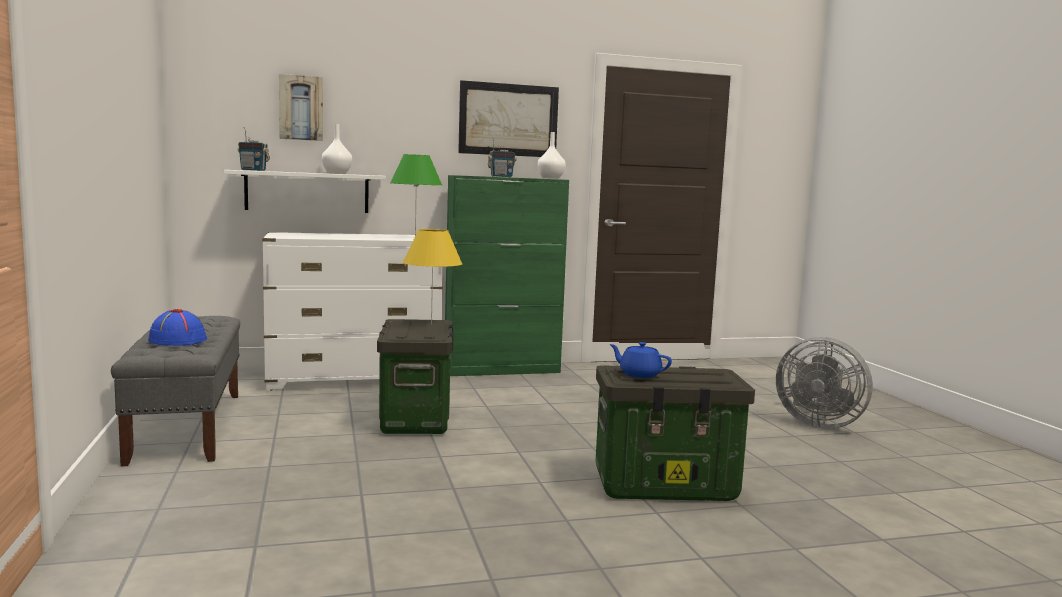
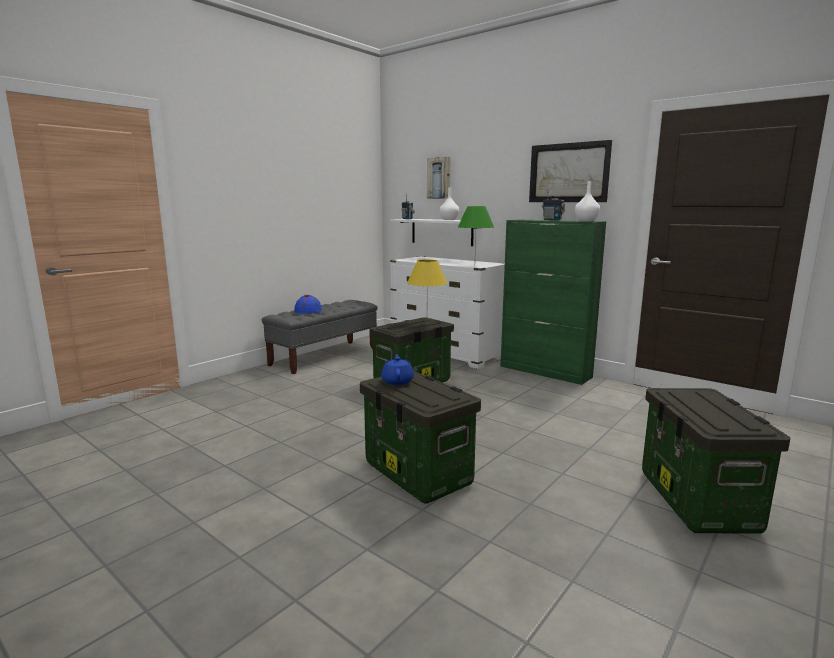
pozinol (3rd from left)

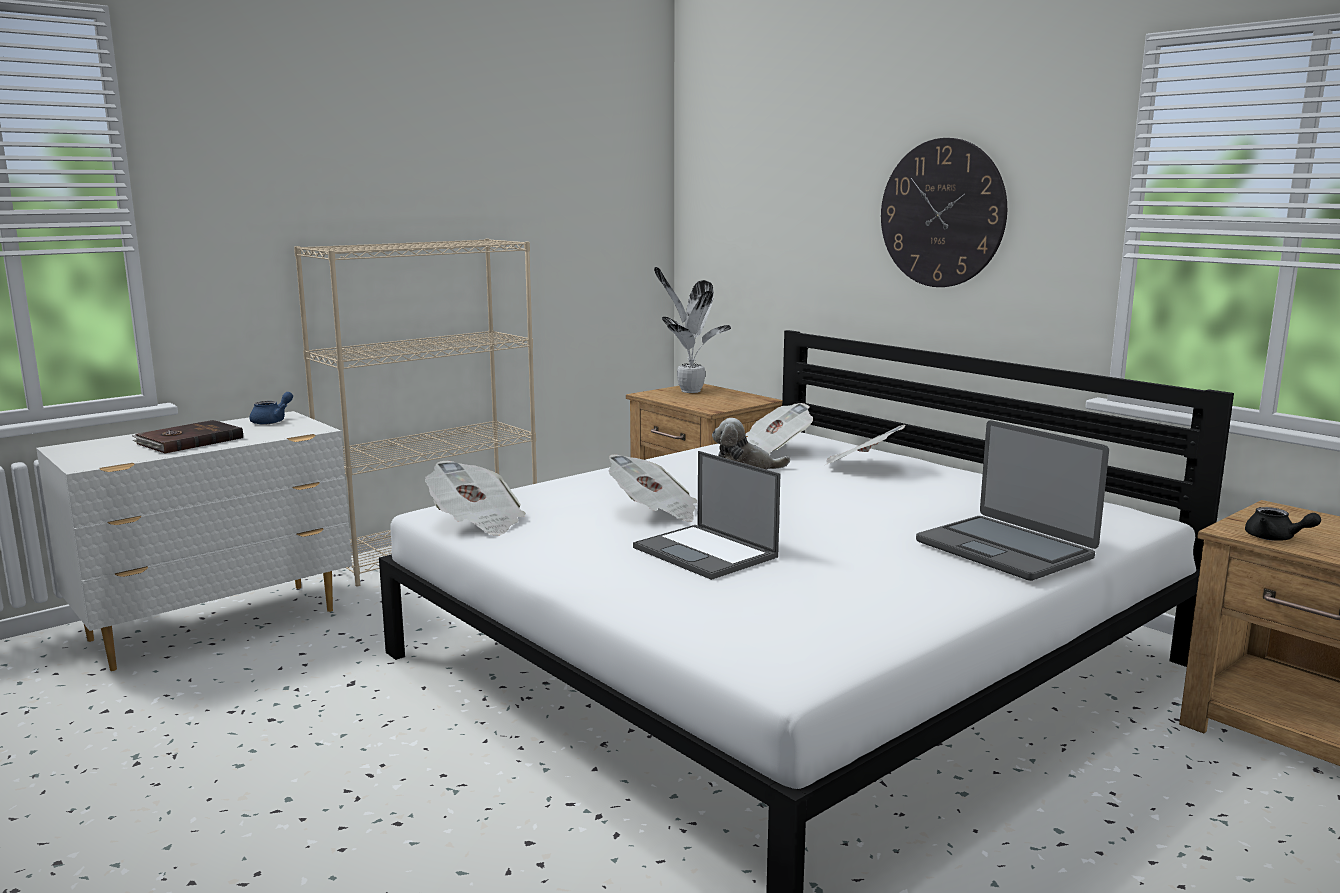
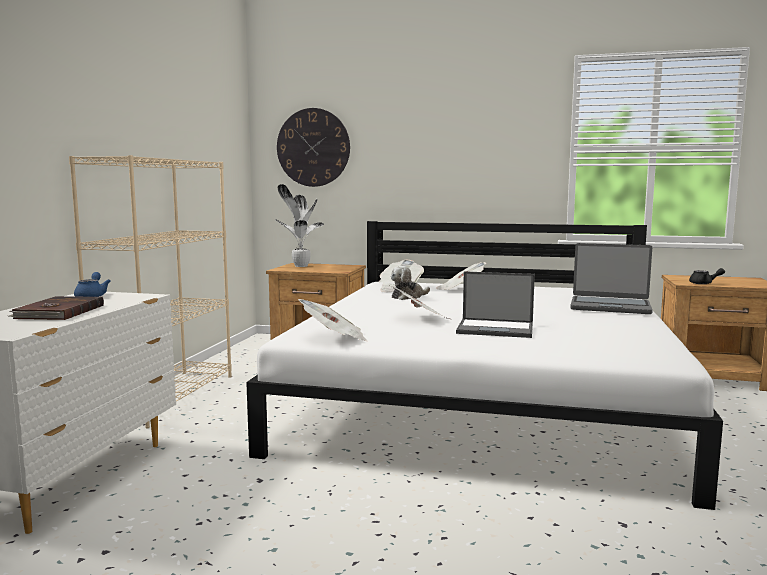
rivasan

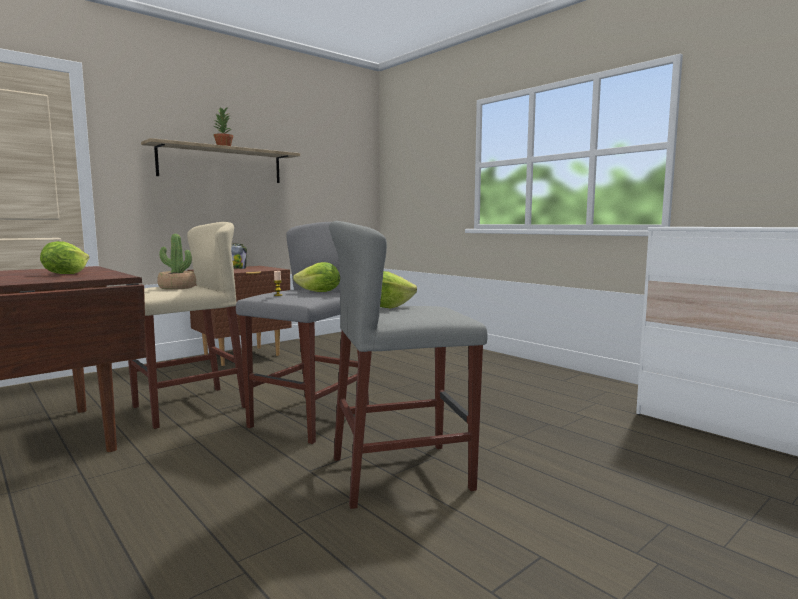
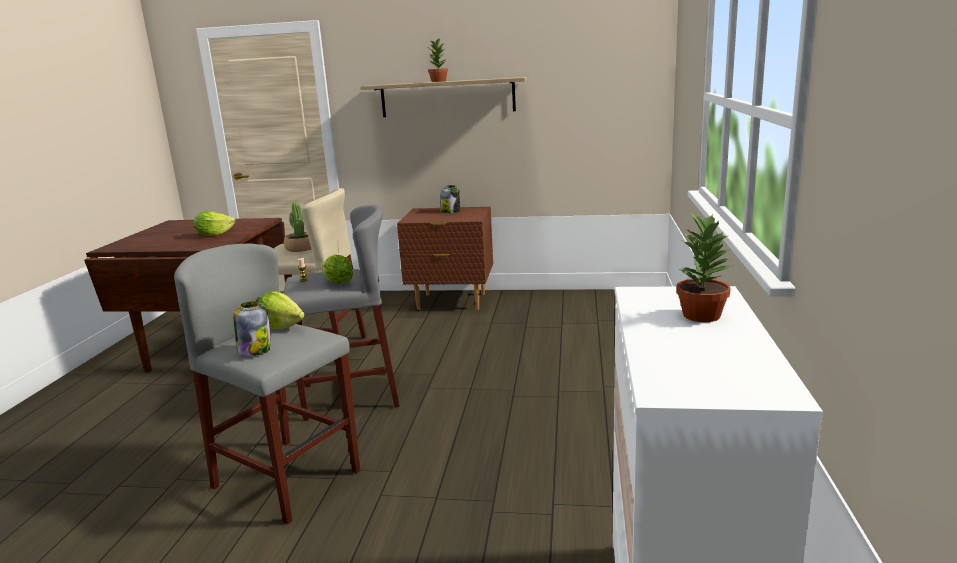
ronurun (3rd from left)
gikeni (1st from left)

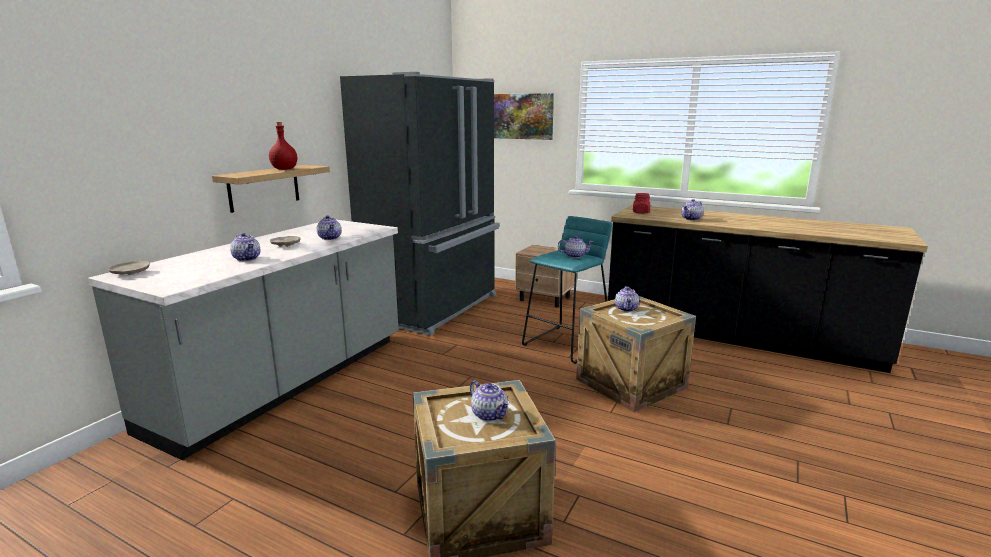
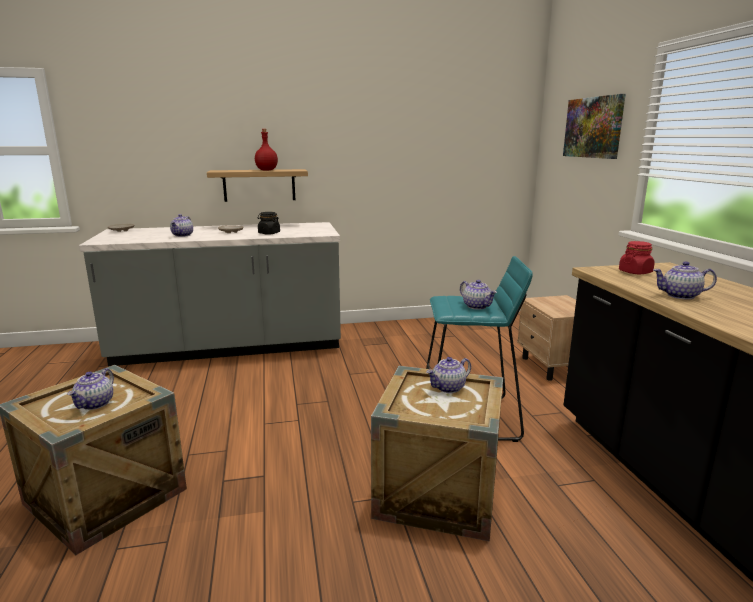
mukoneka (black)
gikeni (black)

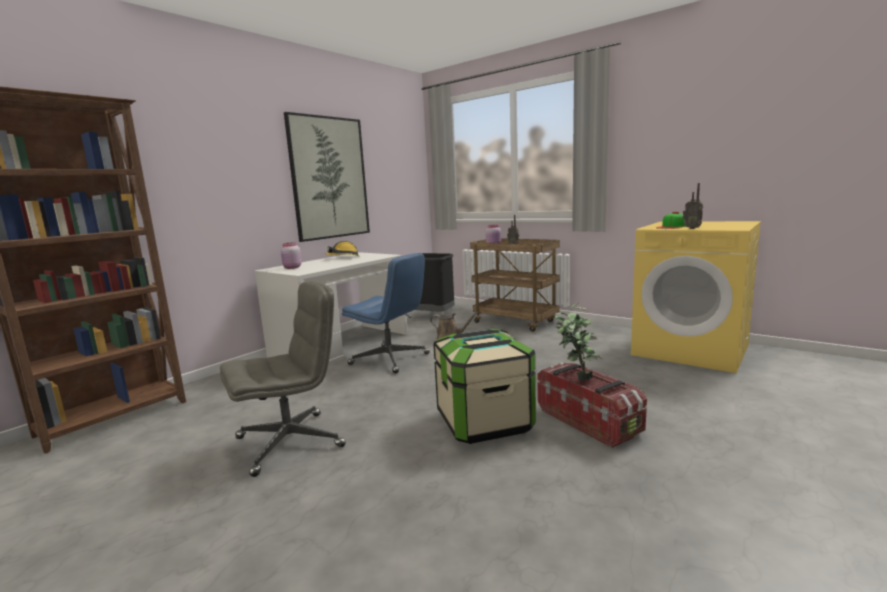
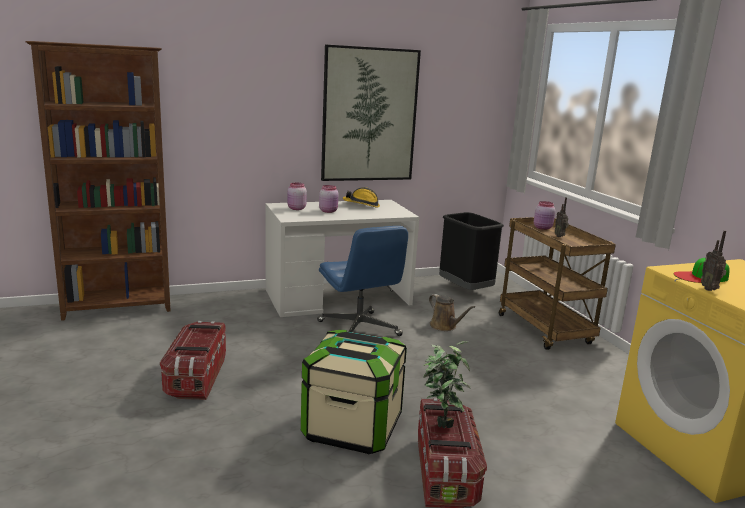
pozinol (1st from left)
gikeni (pink) (2nd from left)

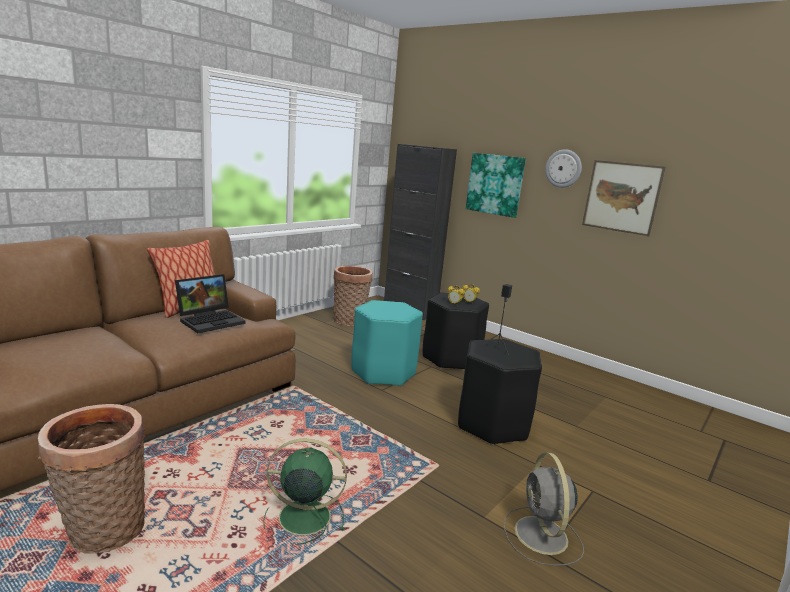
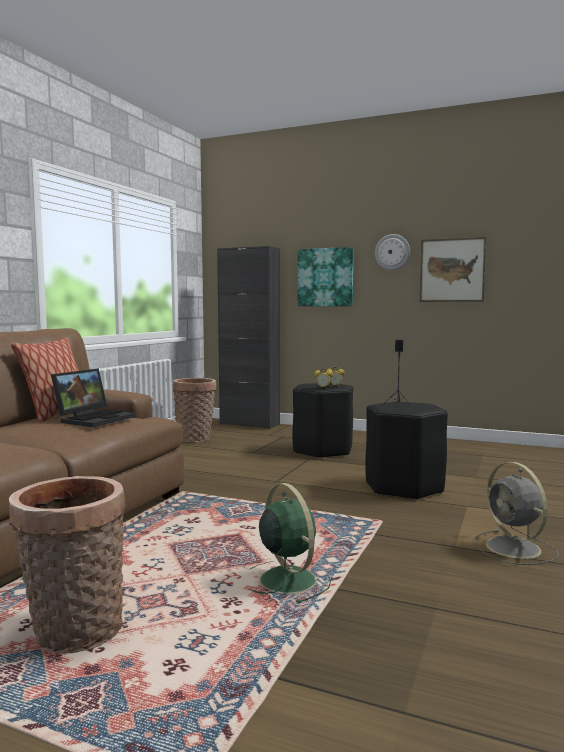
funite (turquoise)
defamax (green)

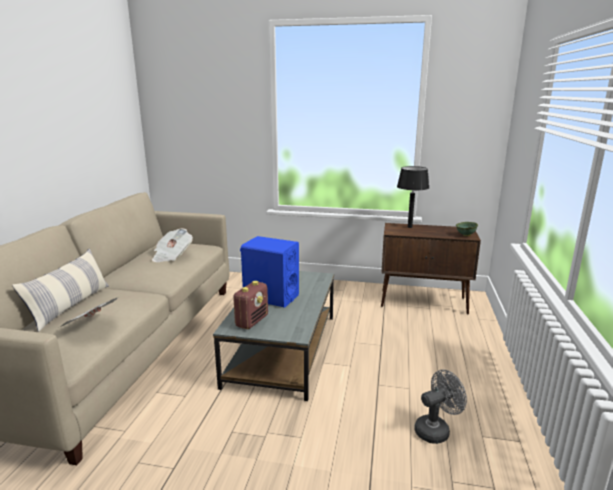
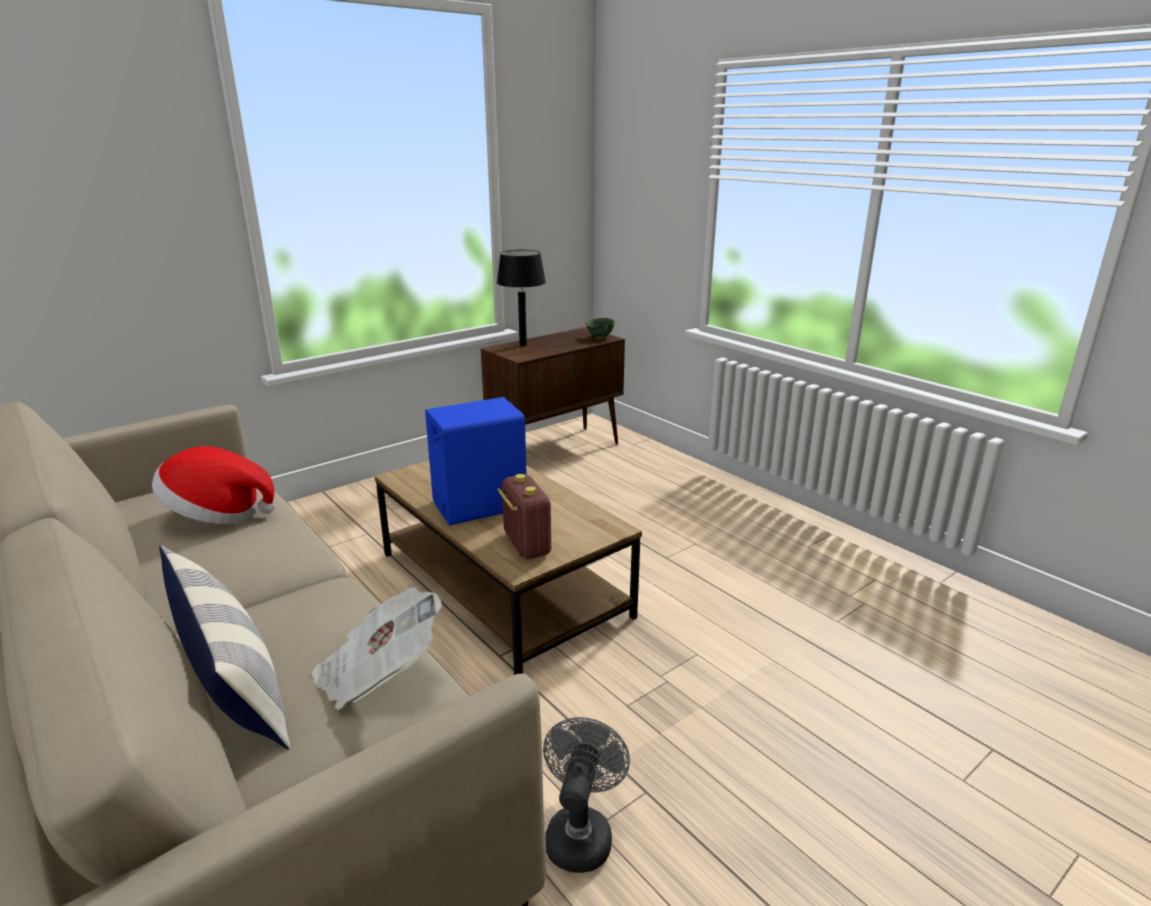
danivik
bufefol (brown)
defamax (grey)

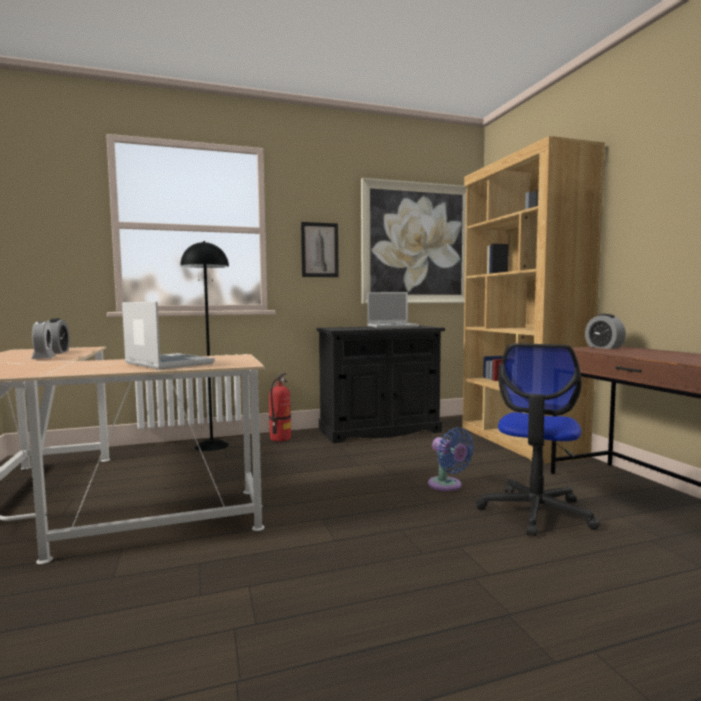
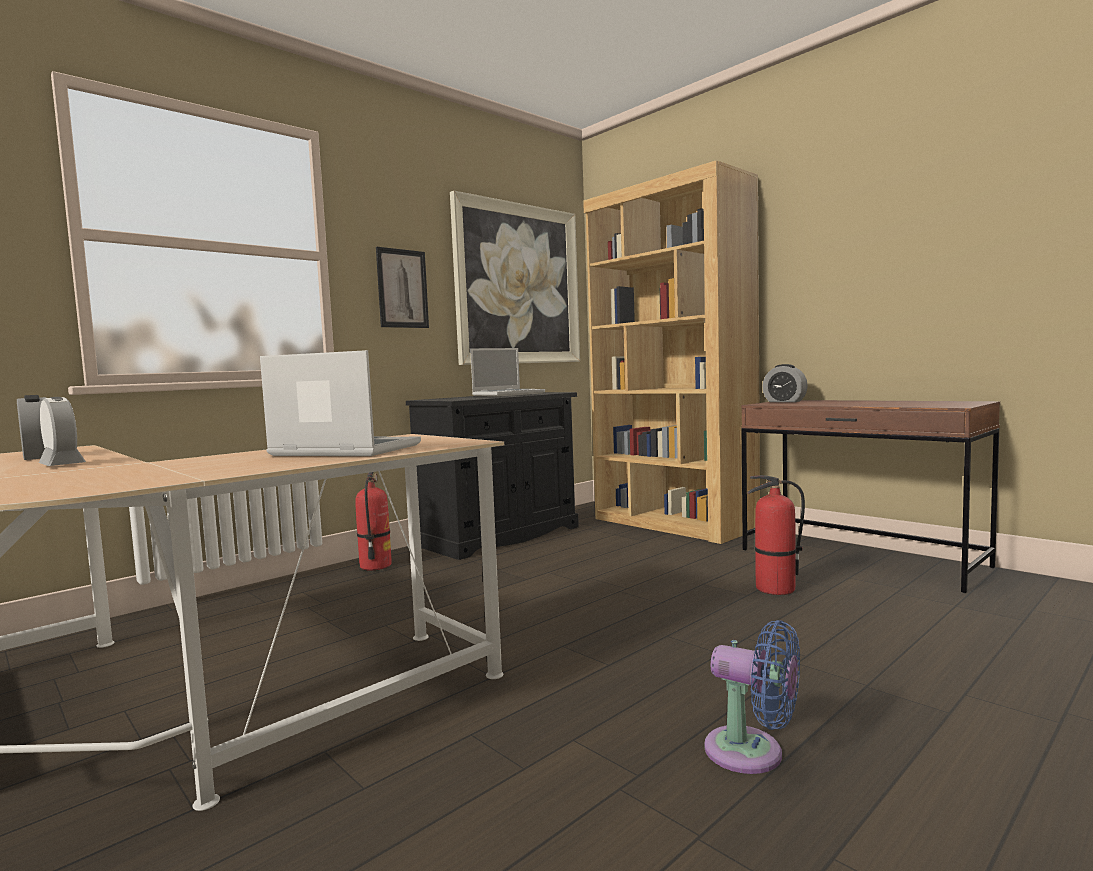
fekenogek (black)
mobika (2nd from left)
defamax (blue)

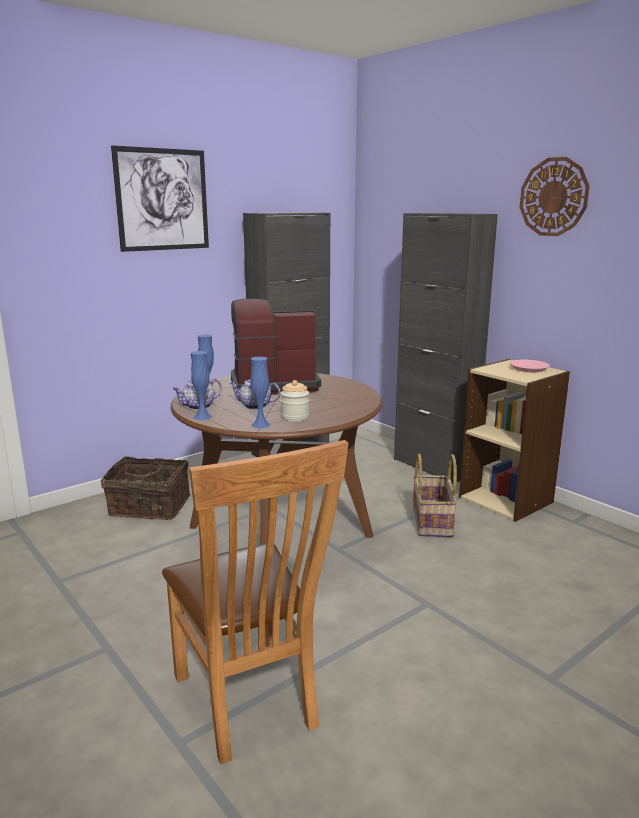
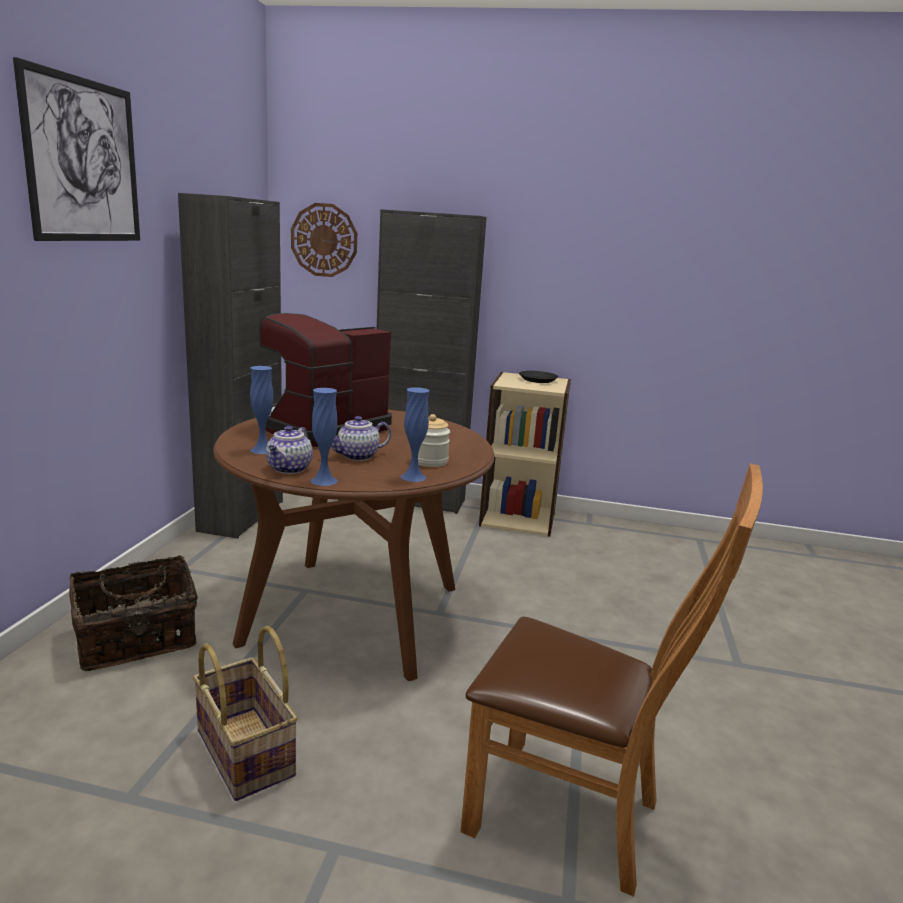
rivasan
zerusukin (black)
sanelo (2nd from left)

